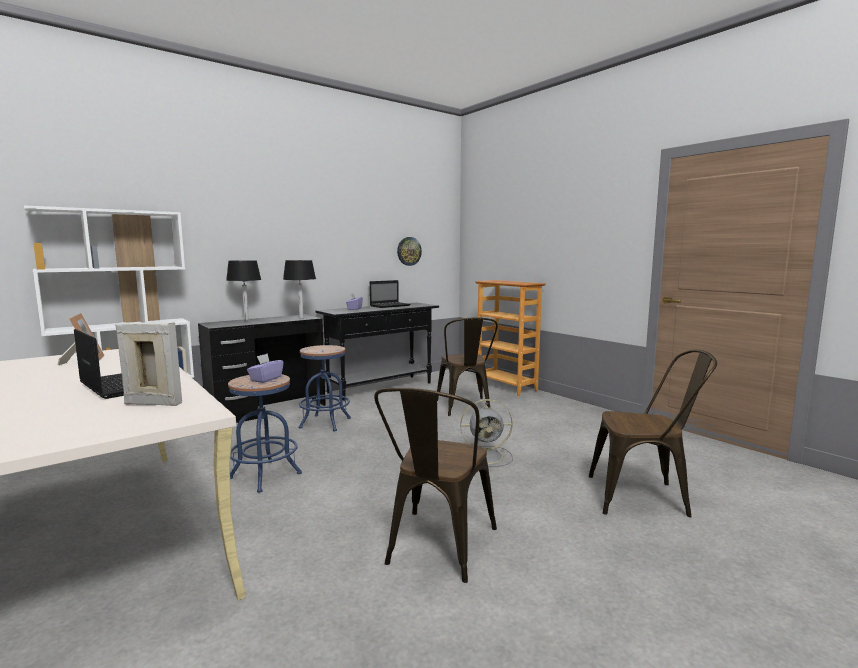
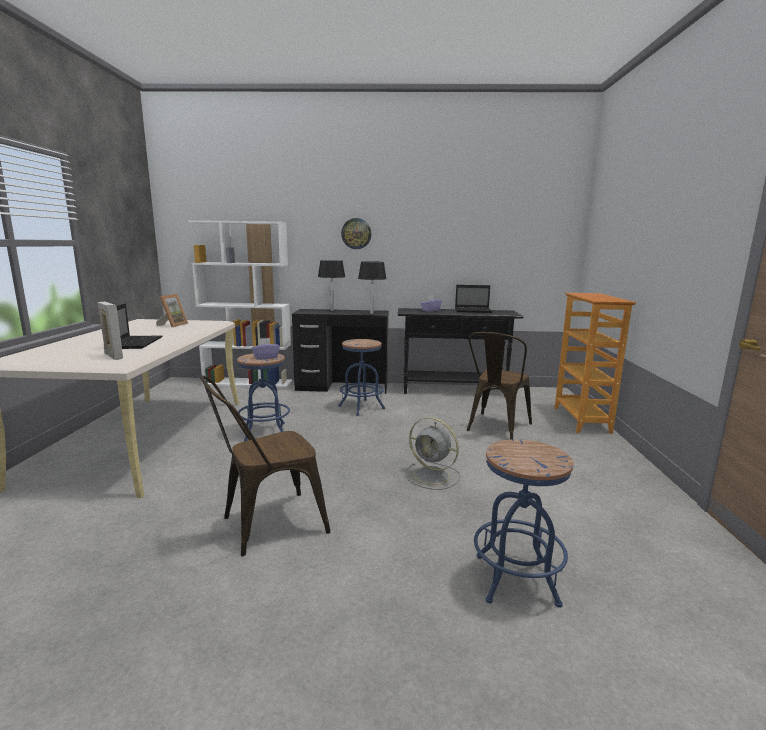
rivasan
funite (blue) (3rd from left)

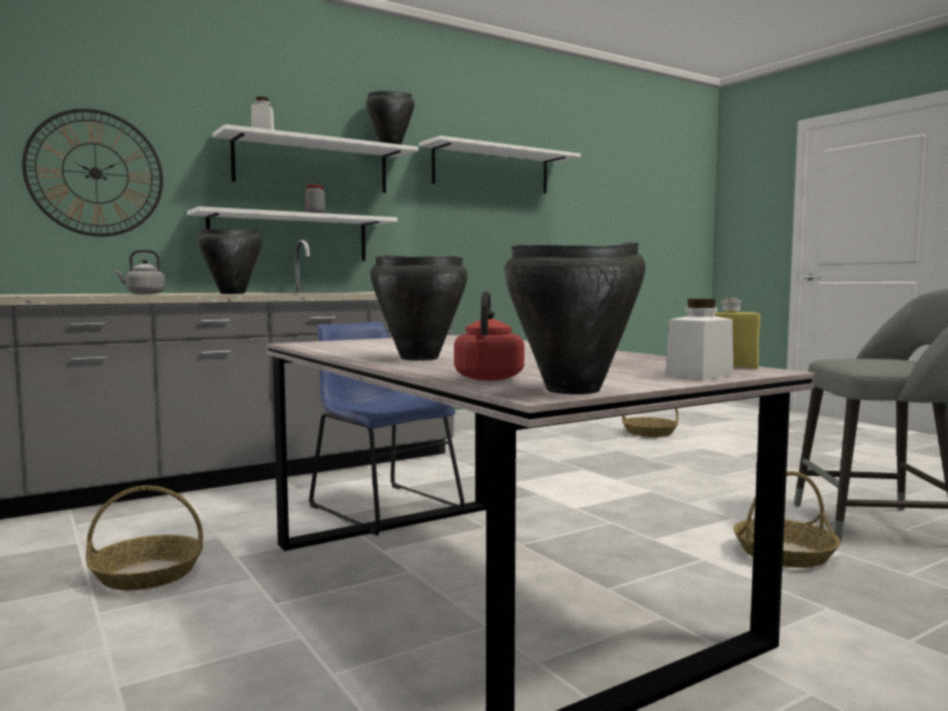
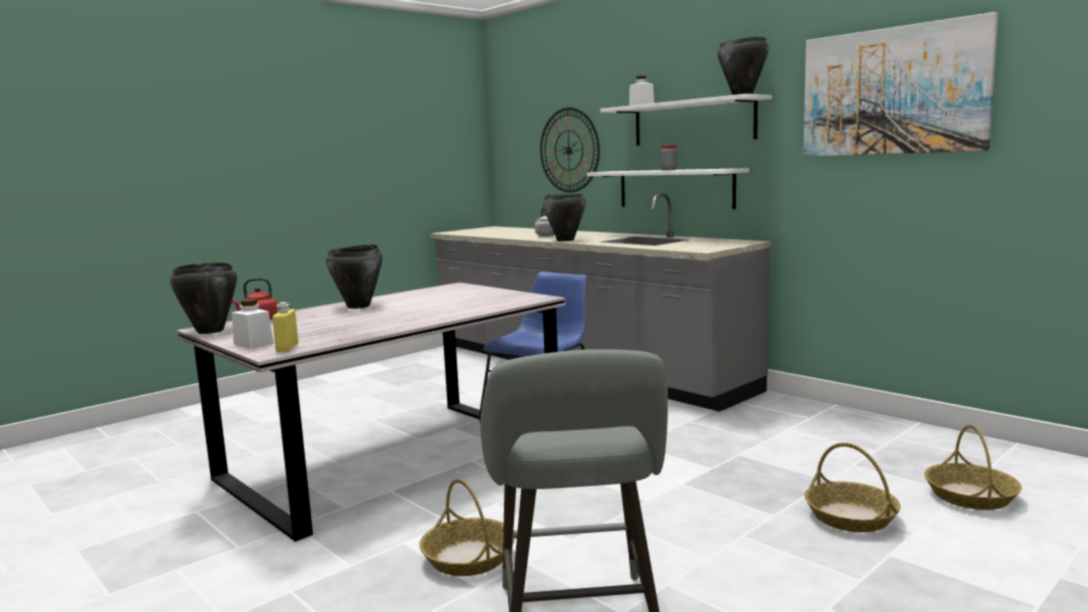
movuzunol
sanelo (2nd from left)

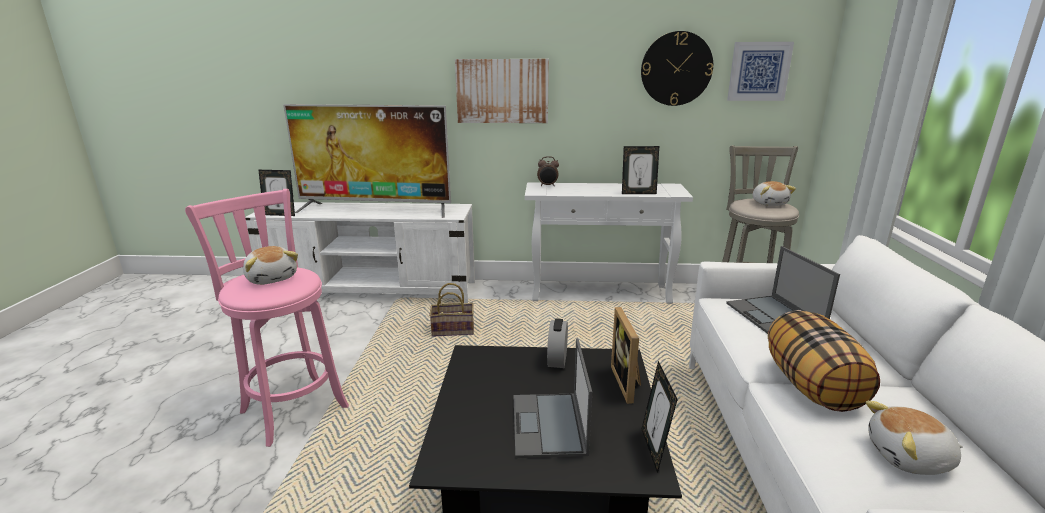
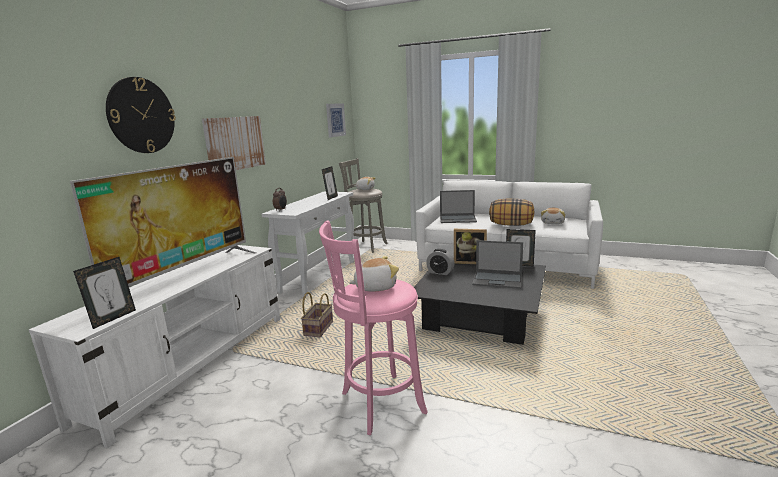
rivasan

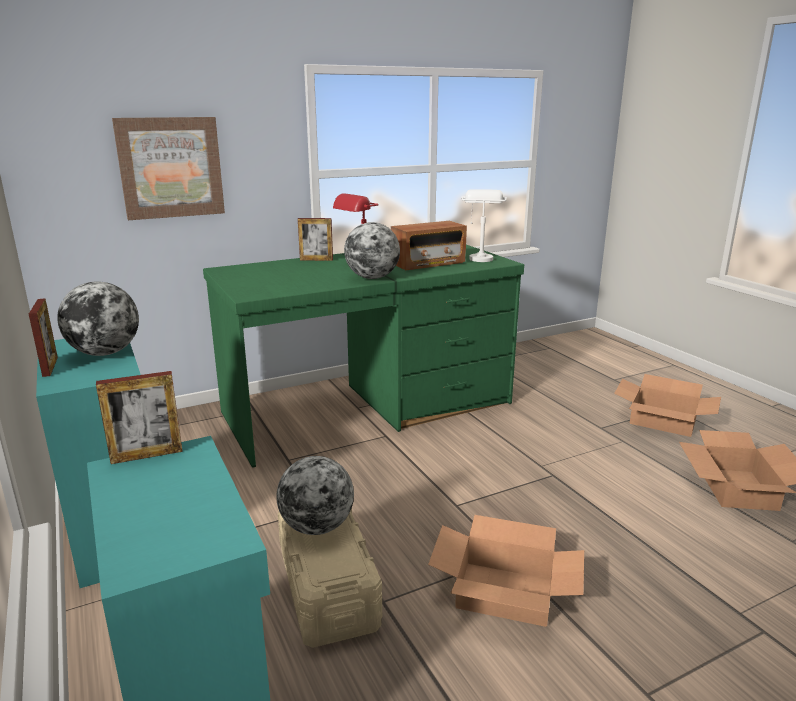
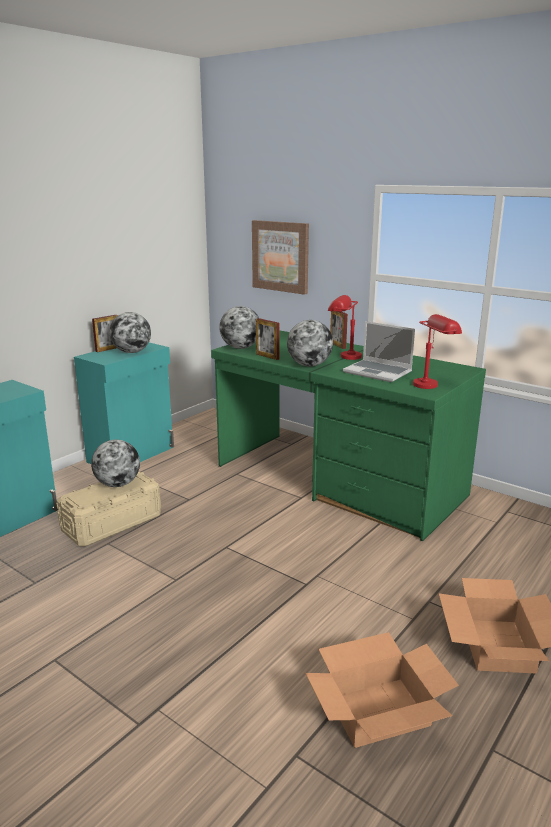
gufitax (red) (2nd from left)
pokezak
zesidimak (2nd from left)
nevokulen (1st from left in the first image)
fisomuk (3rd from left)

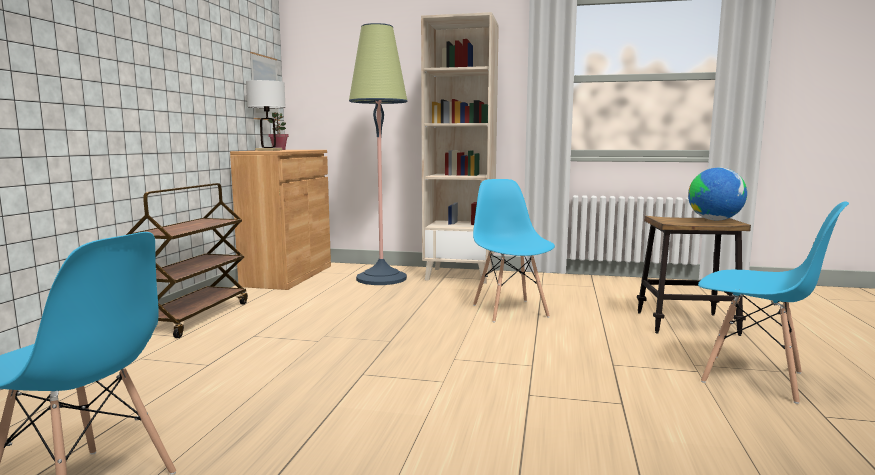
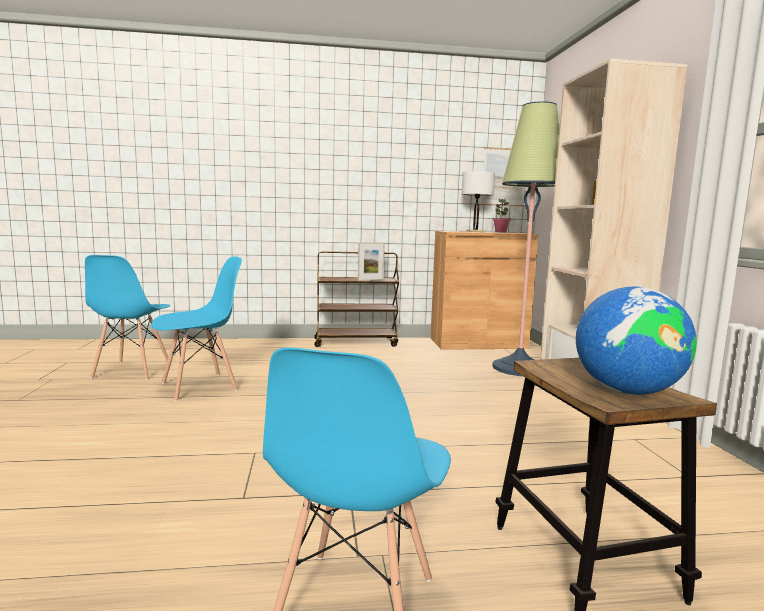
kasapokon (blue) (2nd from left)
zesidimak

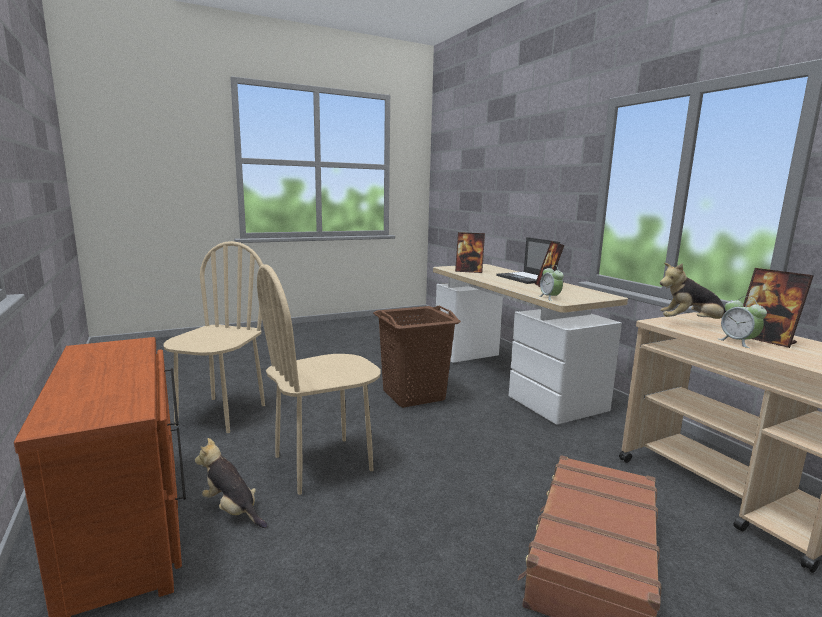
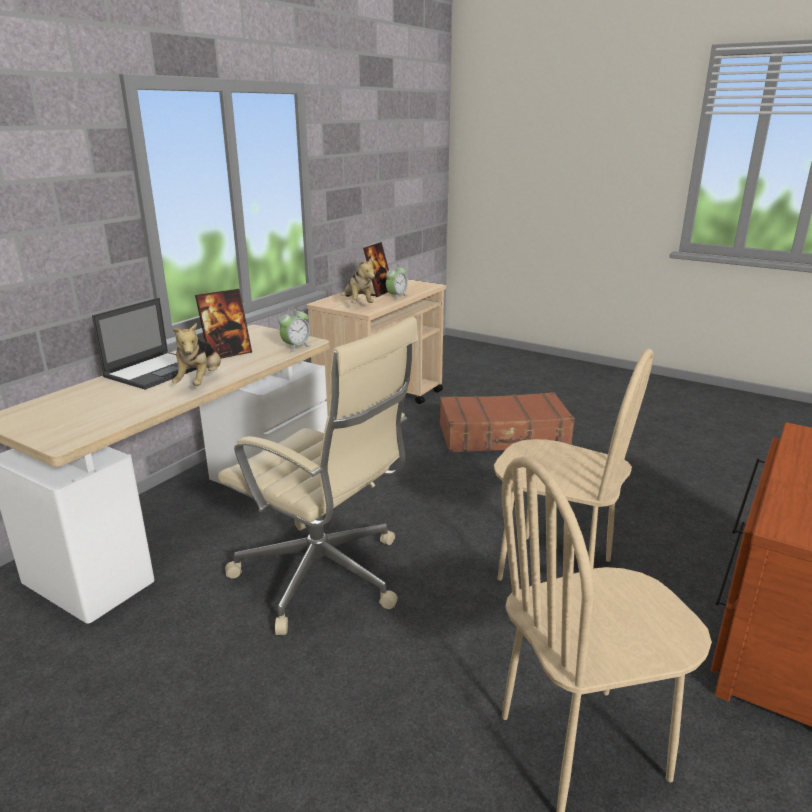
zesidimak (1st from left in the first image)
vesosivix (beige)
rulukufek (1st from left)

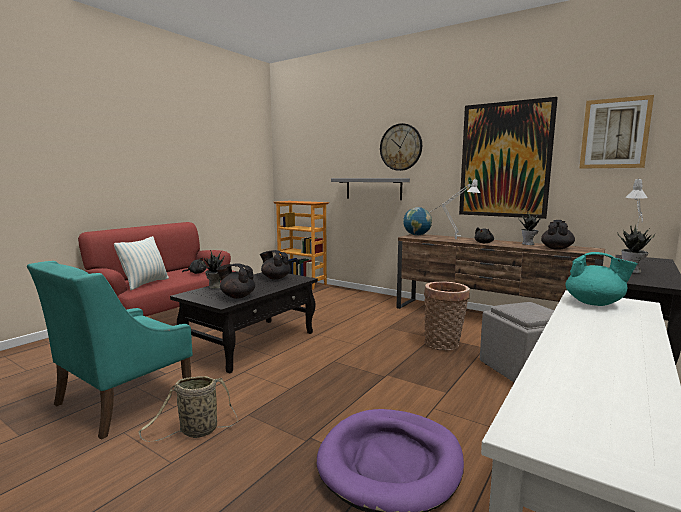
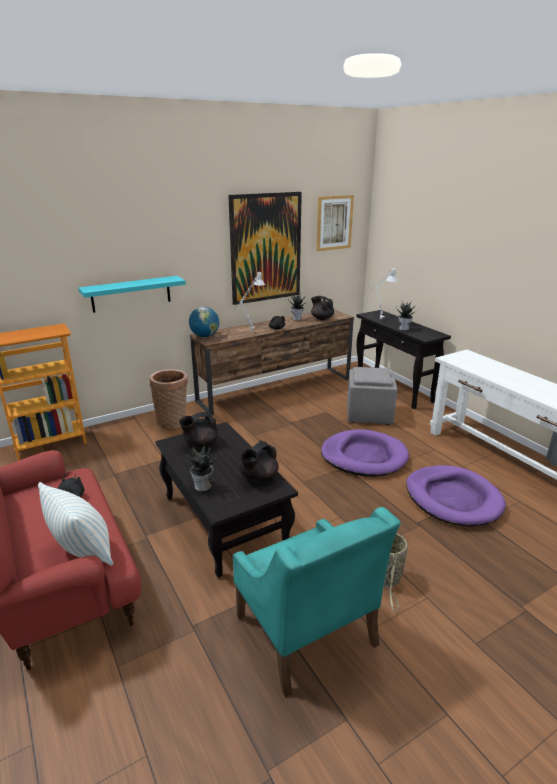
rivasan
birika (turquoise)
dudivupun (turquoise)
sanelo (1st from left)
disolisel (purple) (1st from left)

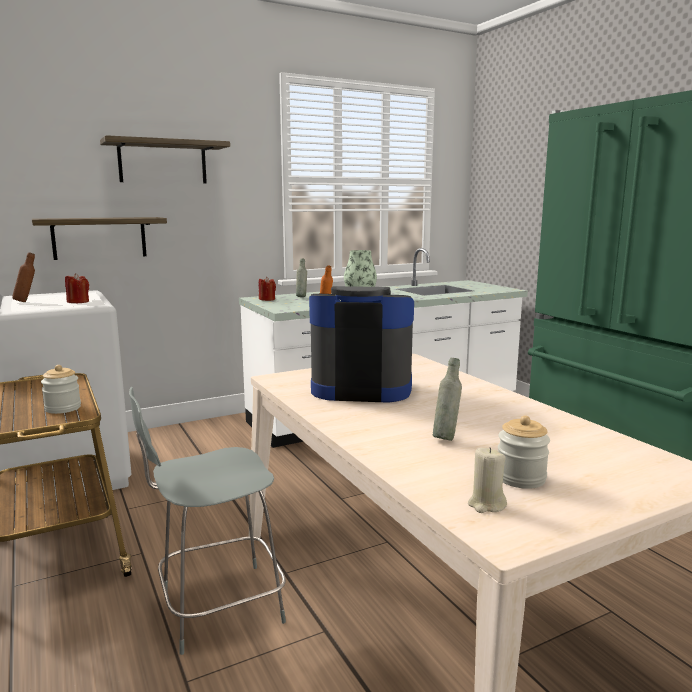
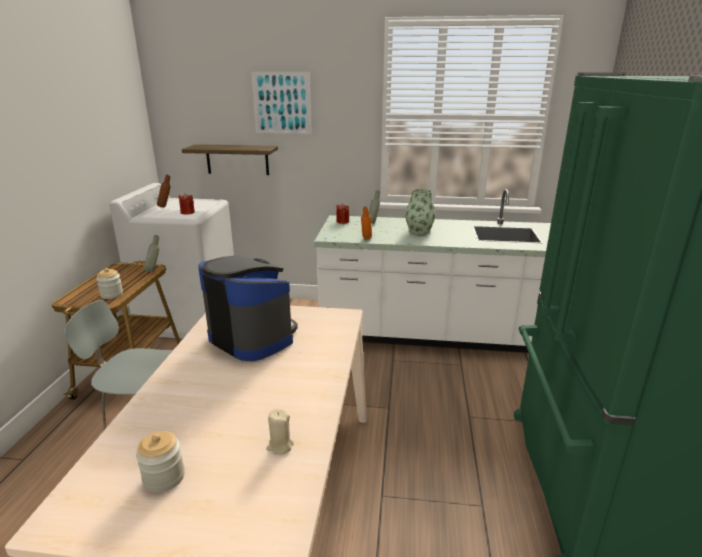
movuzunol
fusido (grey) (1st from left)
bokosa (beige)

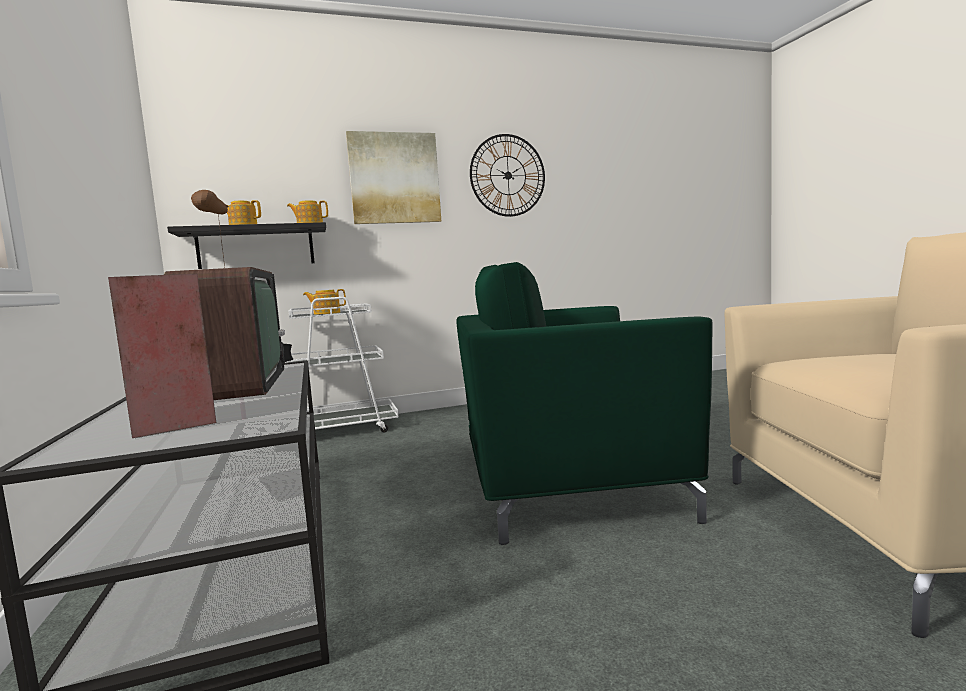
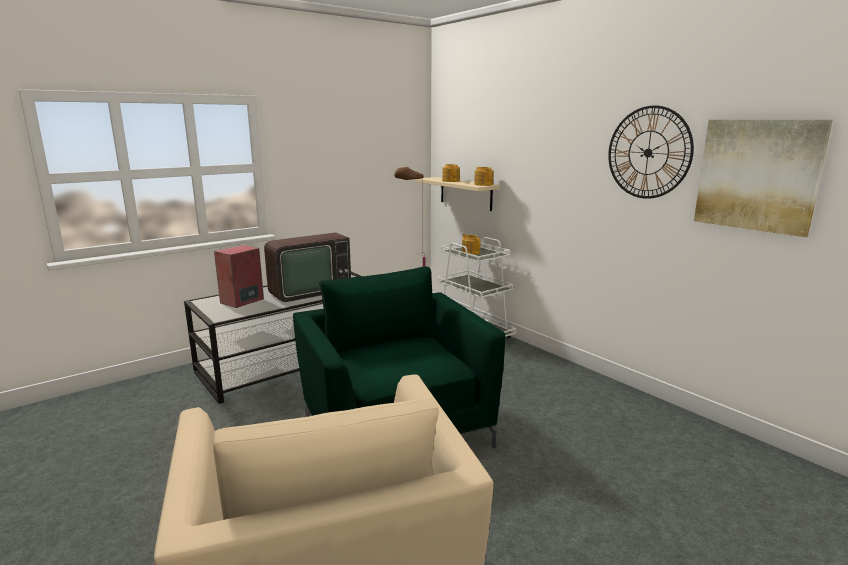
movuzunol
birika (beige)

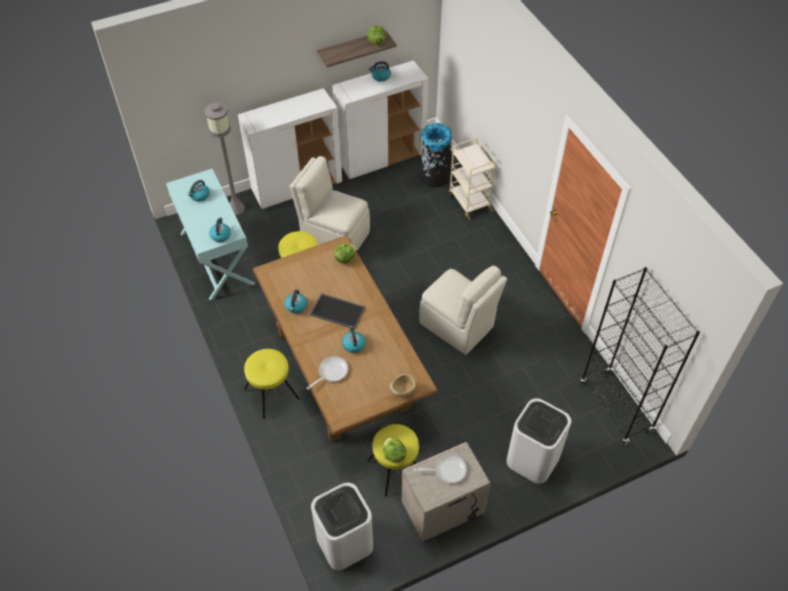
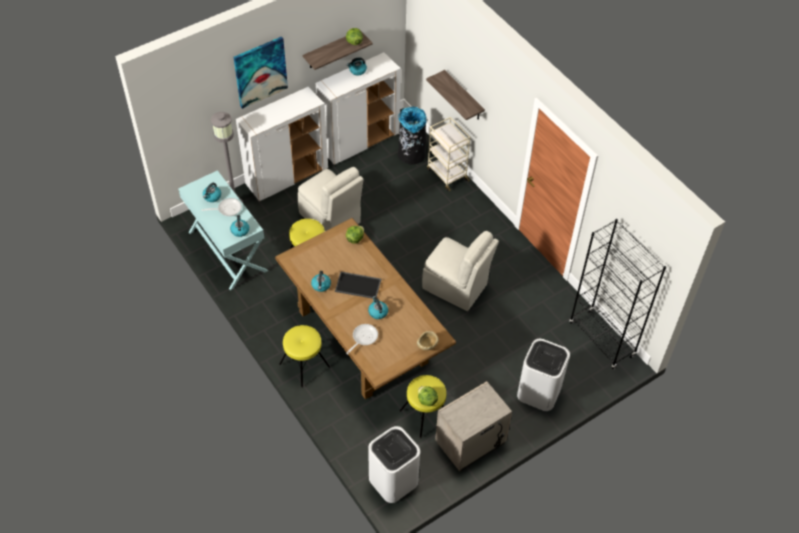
kasapokon (beige) (1st from left)
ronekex (1st from left)
movuzunol
birika (2nd from left)

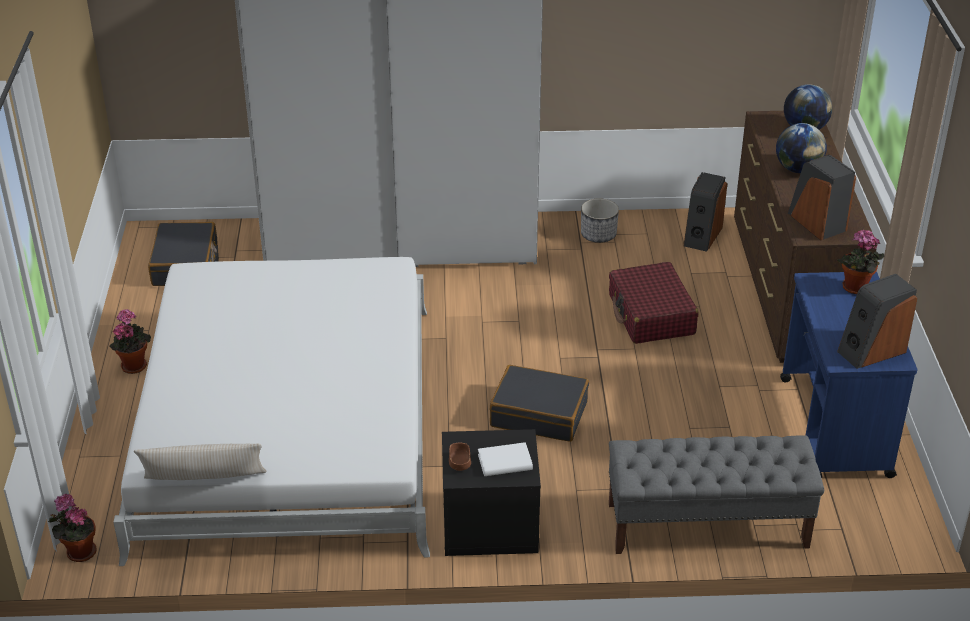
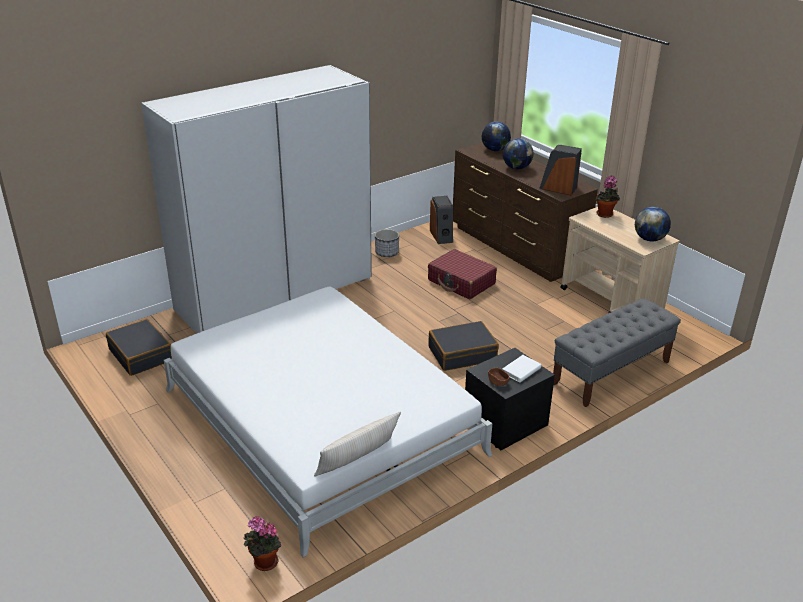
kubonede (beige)
fisomuk (3rd from left)
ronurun (2nd from left in the first image)

